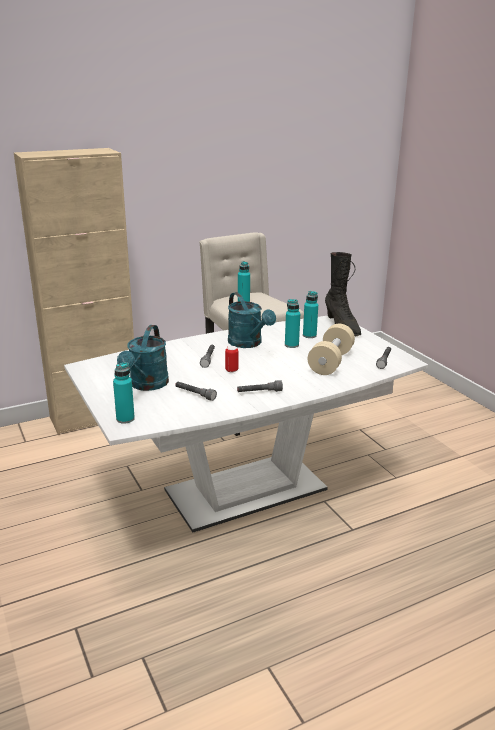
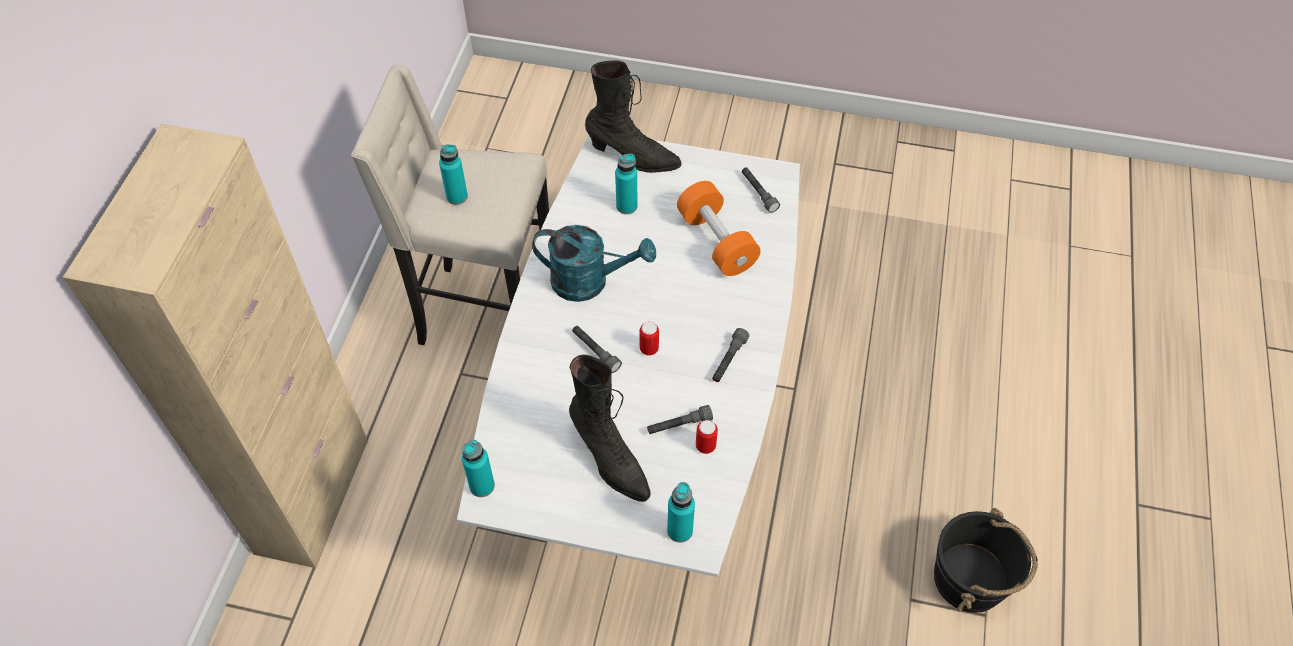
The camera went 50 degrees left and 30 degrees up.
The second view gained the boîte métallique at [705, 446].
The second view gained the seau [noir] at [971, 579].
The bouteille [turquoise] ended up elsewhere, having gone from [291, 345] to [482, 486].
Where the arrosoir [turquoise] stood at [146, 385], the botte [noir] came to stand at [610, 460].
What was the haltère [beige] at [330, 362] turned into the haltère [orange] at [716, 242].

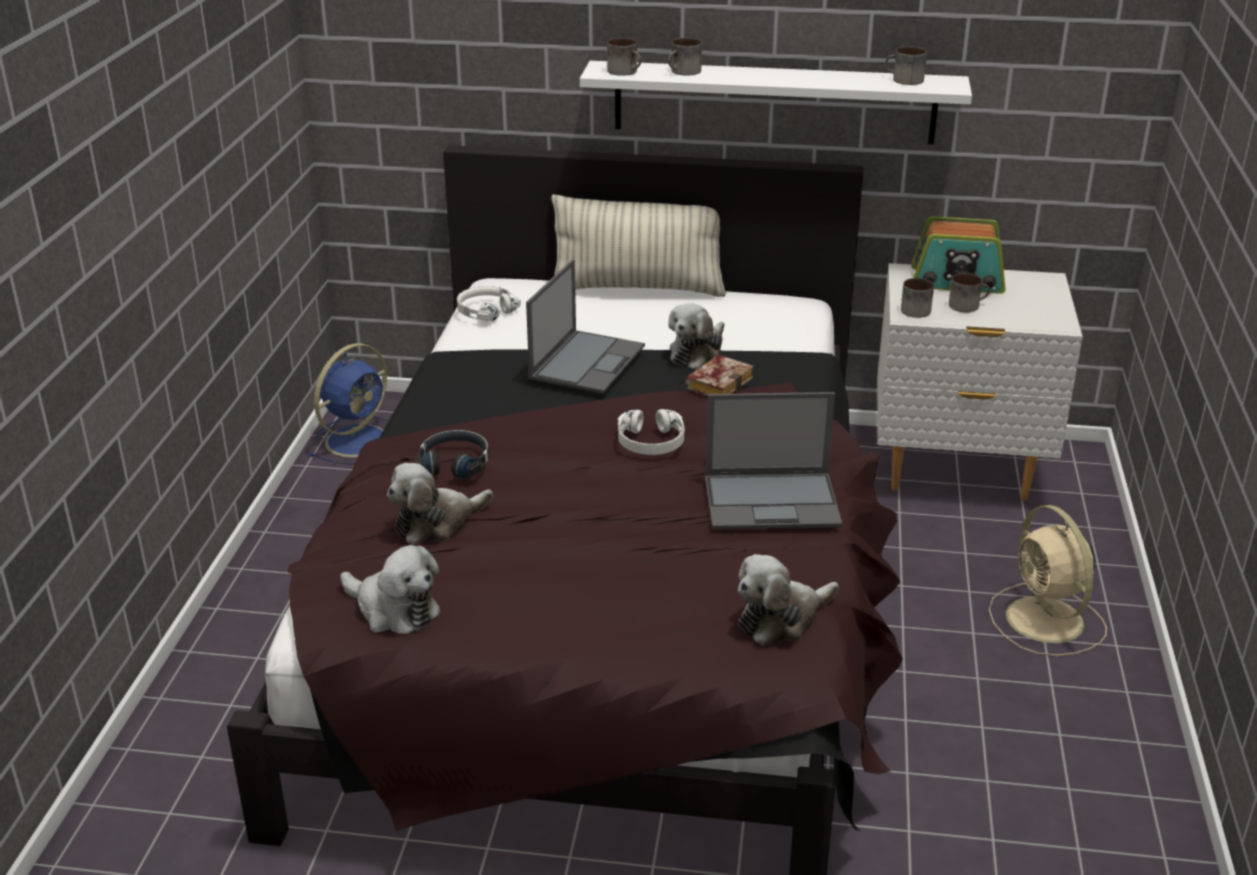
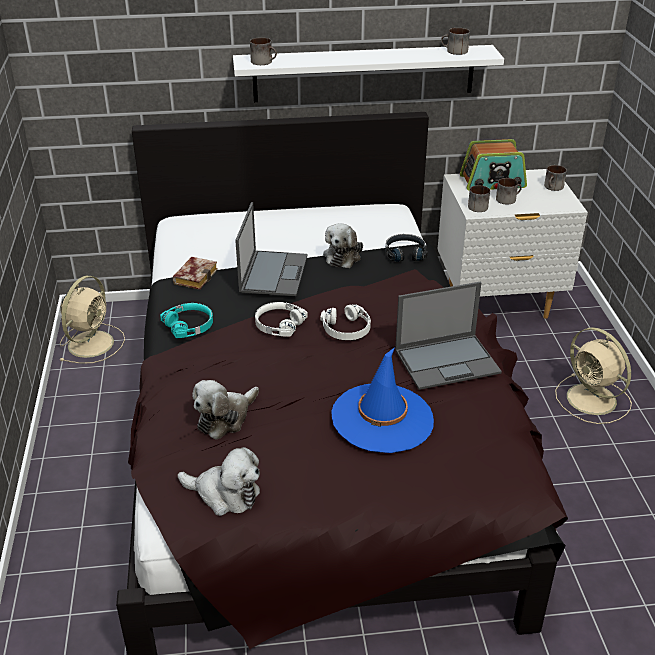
The camera went 15 degrees left and 5 degrees up.
The second view lost the coussin at [638, 289].
The second view lost the peluche at [781, 619].
The second view gained the casque audio [turquoise] at [189, 325].
The second view gained the chapeau [bleu] at [382, 418].
The casque audio [noir] ended up elsewhere, having gone from [455, 462] to [405, 253].
The casque audio [blanc] ended up elsewhere, having gone from [485, 311] to [279, 325].
The mug ended up elsewhere, having gone from [684, 72] to [553, 187].
The livre ended up elsewhere, having gone from [719, 382] to [195, 276].
What was the ventilateur [bleu] at [359, 440] turned into the ventilateur [beige] at [92, 343].

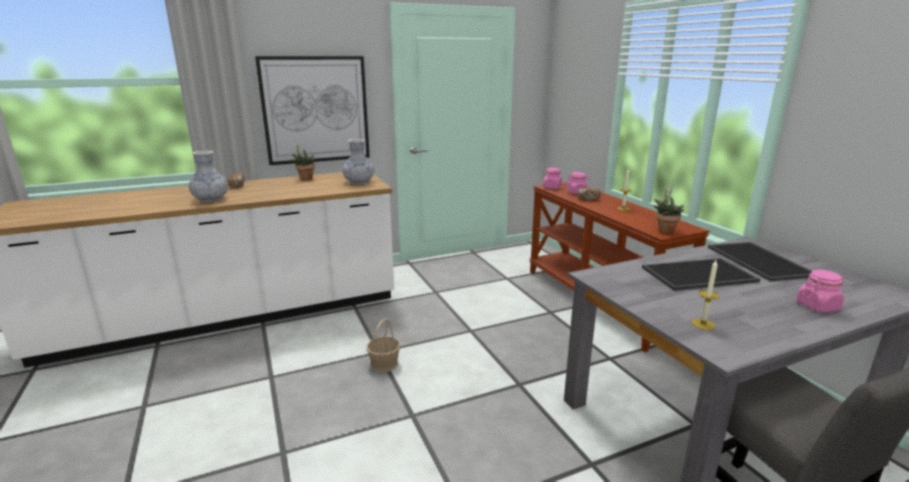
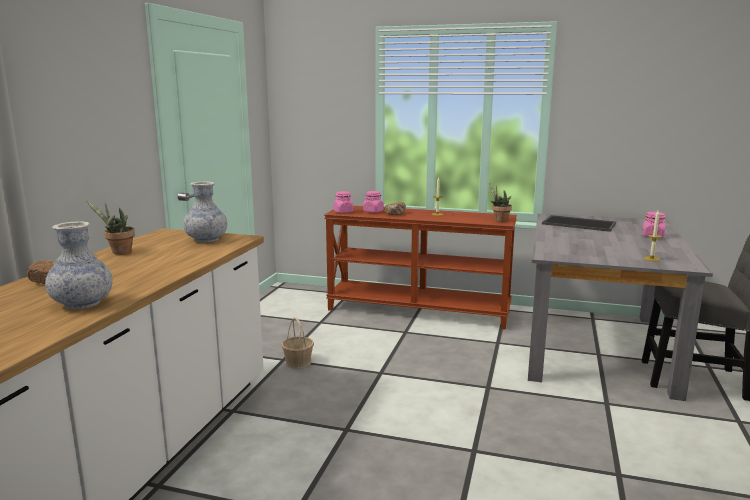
The camera went 50 degrees left and 5 degrees down.
The second view lost the tableau at [316, 110].
The second view lost the plateau at [698, 275].
The panier ended up elsewhere, having gone from [384, 364] to [298, 362].

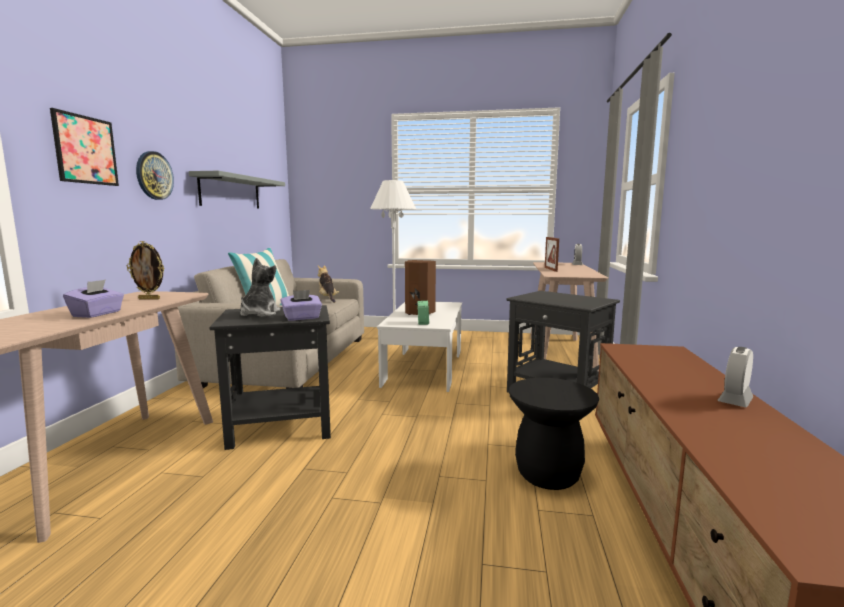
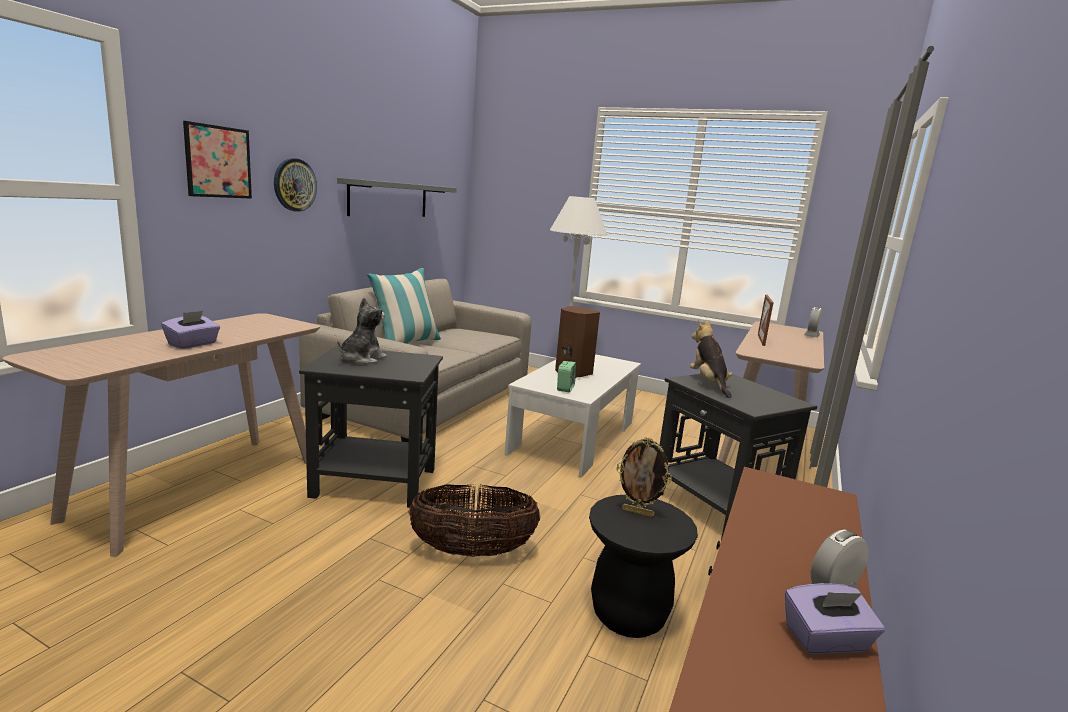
The camera went 15 degrees right and 5 degrees up.
The second view gained the panier at [472, 551].
The cadre photo ended up elsewhere, having gone from [149, 299] to [638, 512].
The boîte à mouchoirs [violet] ended up elsewhere, having gone from [302, 318] to [826, 640].
The peluche ended up elsewhere, having gone from [328, 299] to [708, 383].

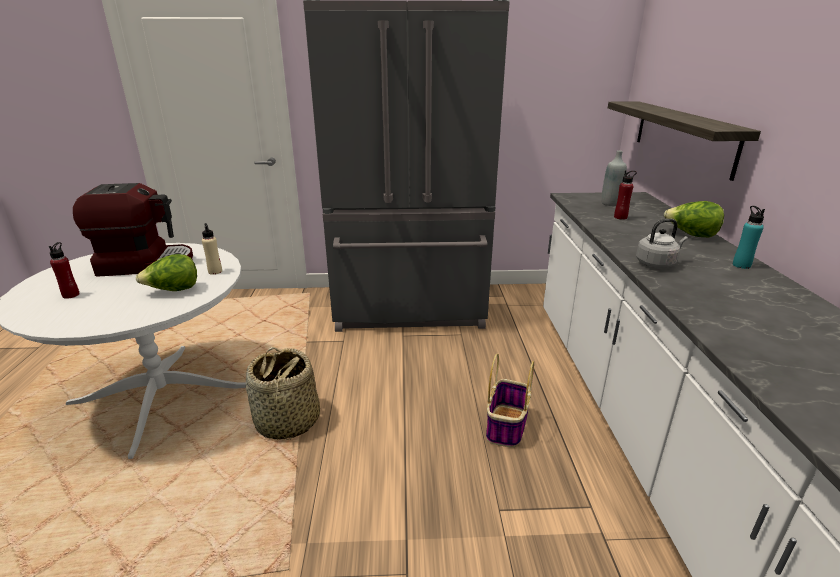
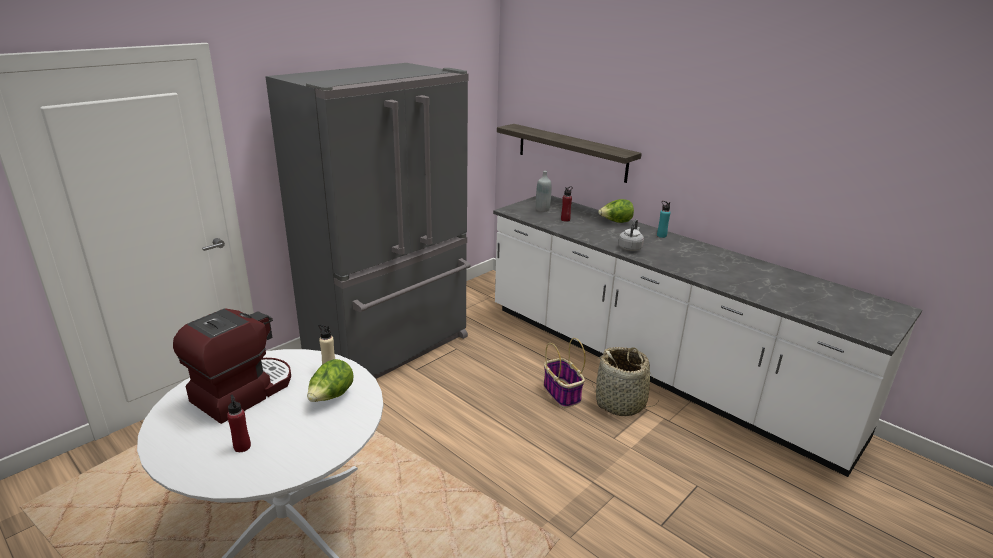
The camera went 45 degrees left and 0 degrees up.
The panier ended up elsewhere, having gone from [287, 421] to [620, 403].

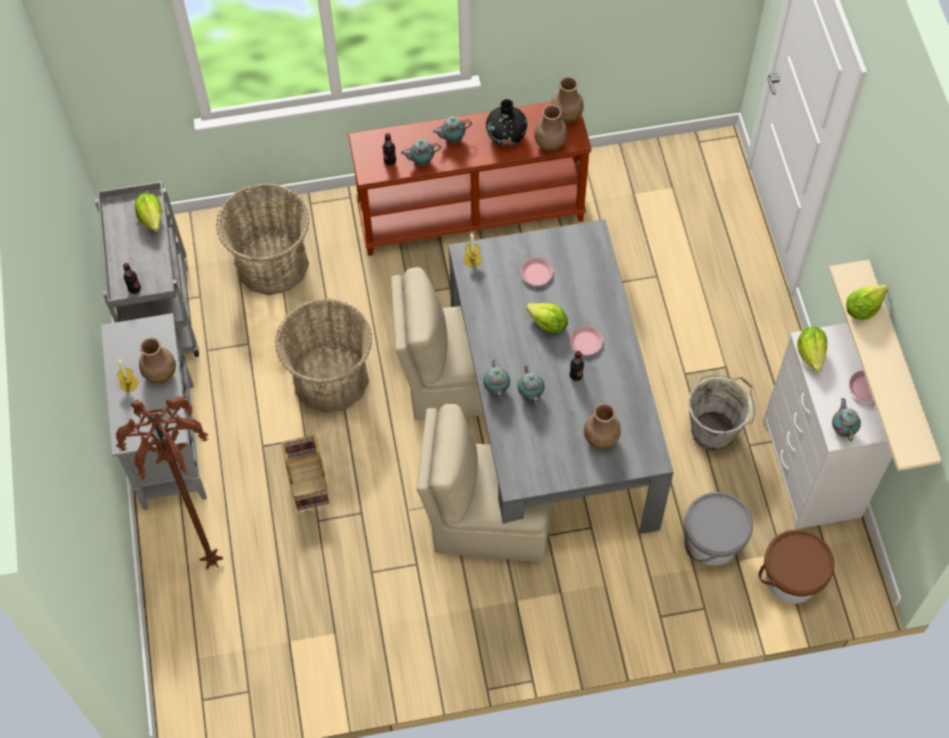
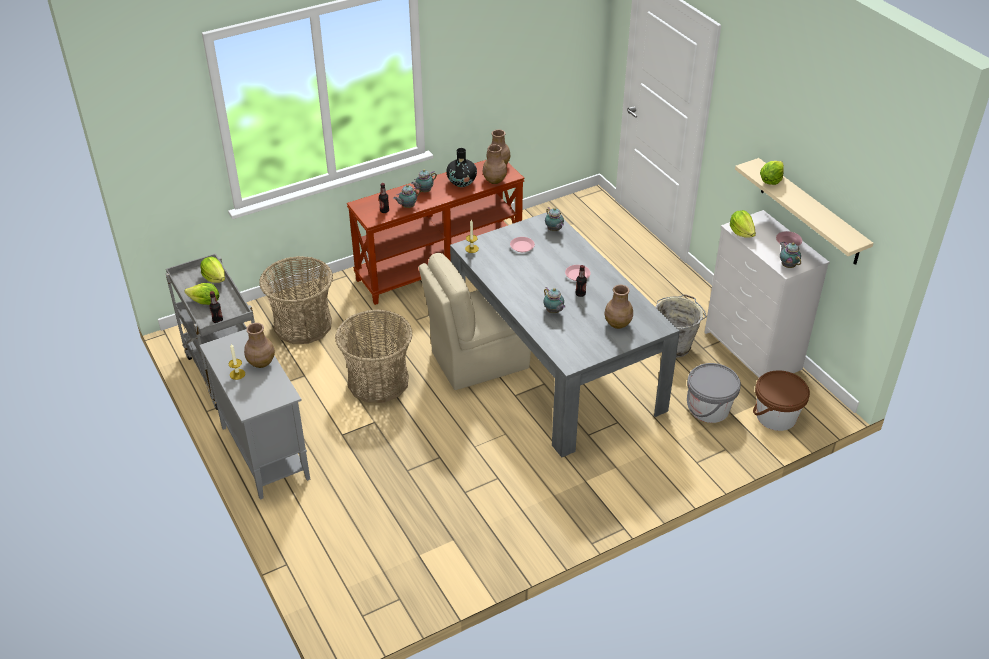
The camera went 20 degrees left and 20 degrees down.
The second view lost the lampadaire [marron] at [214, 563].
The second view lost the panier at [309, 481].
The second view lost the chaise [beige] at [488, 518].
The théière ended up elsewhere, having gone from [496, 390] to [554, 230].
The laitue ended up elsewhere, having gone from [548, 324] to [205, 302].

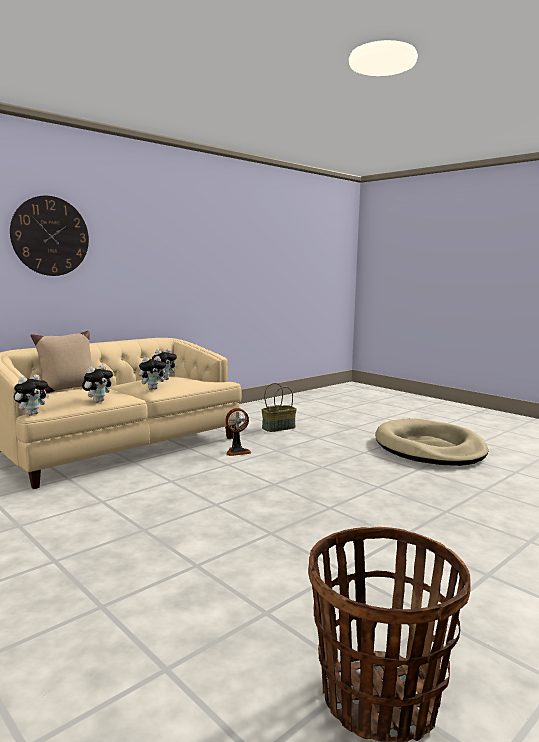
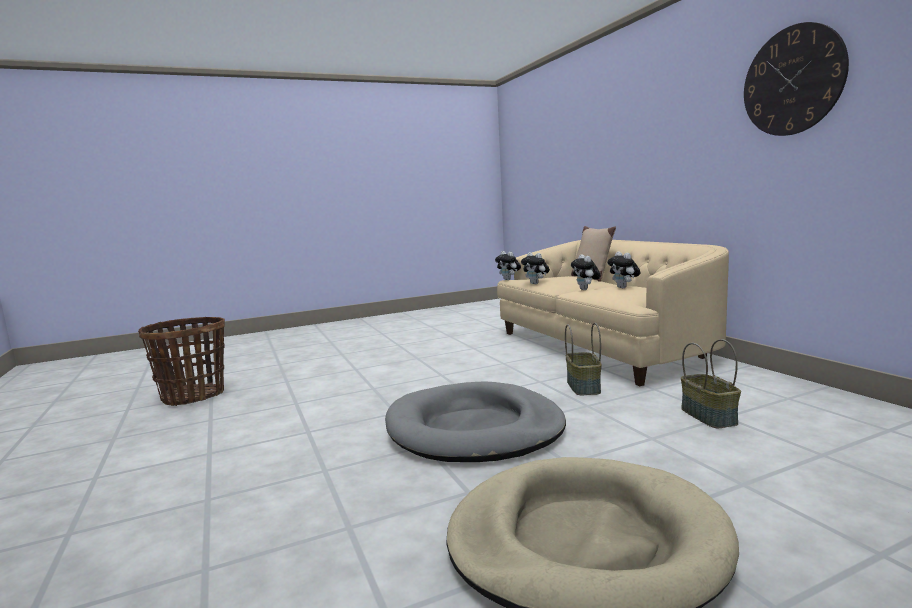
The camera went 110 degrees right and 0 degrees up.
The second view gained the panier pour chien [gris] at [474, 429].
The horloge murale ended up elsewhere, having gone from [50, 236] to [792, 81].
Where the ventilateur stood at [237, 451], the panier came to stand at [584, 387].

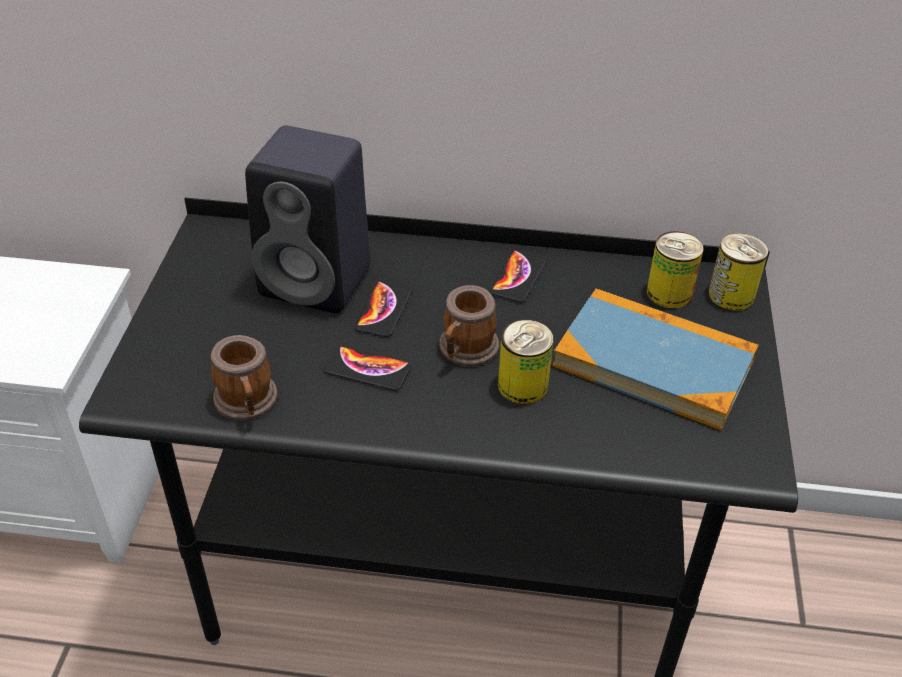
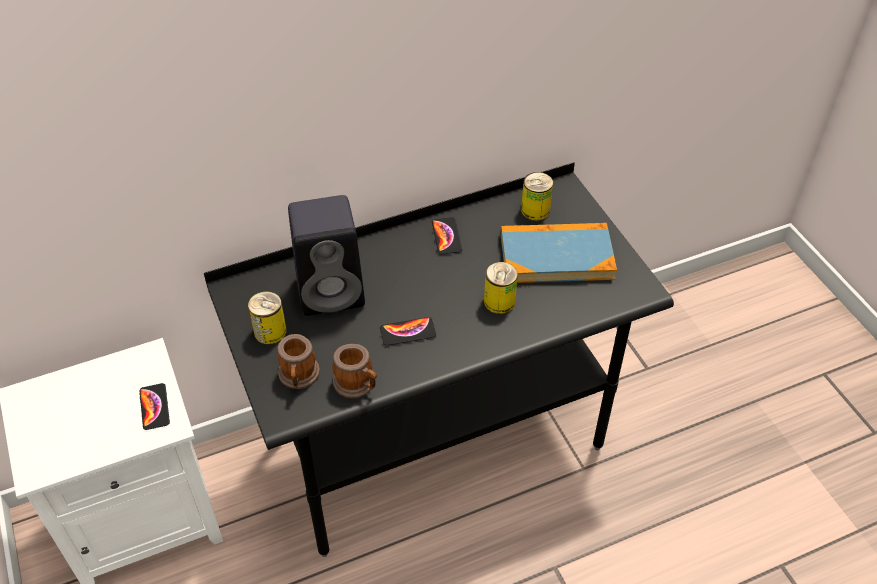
The camera went 30 degrees left and 5 degrees up.
The téléphone ended up elsewhere, having gone from [384, 309] to [154, 407].
The mug ended up elsewhere, having gone from [465, 351] to [299, 377].
The boîte métallique ended up elsewhere, having gone from [731, 295] to [270, 331].

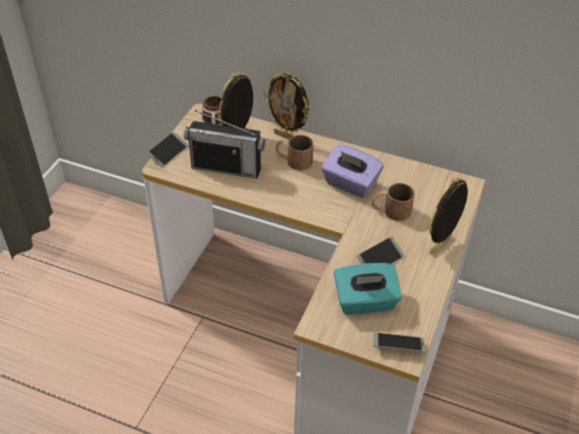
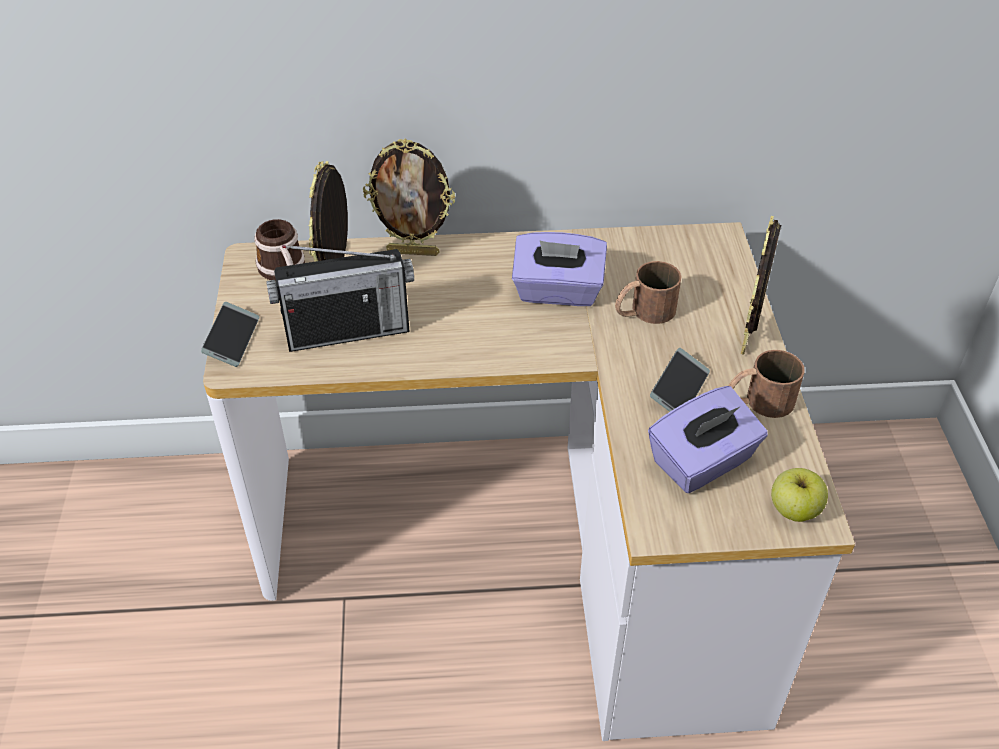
The camera went 25 degrees left and 0 degrees up.
The mug [marron] ended up elsewhere, having gone from [293, 160] to [758, 401].
Where the téléphone stood at [398, 345], the pomme came to stand at [794, 509].
What was the boîte à mouchoirs [turquoise] at [365, 302] turned into the boîte à mouchoirs [violet] at [702, 462].

